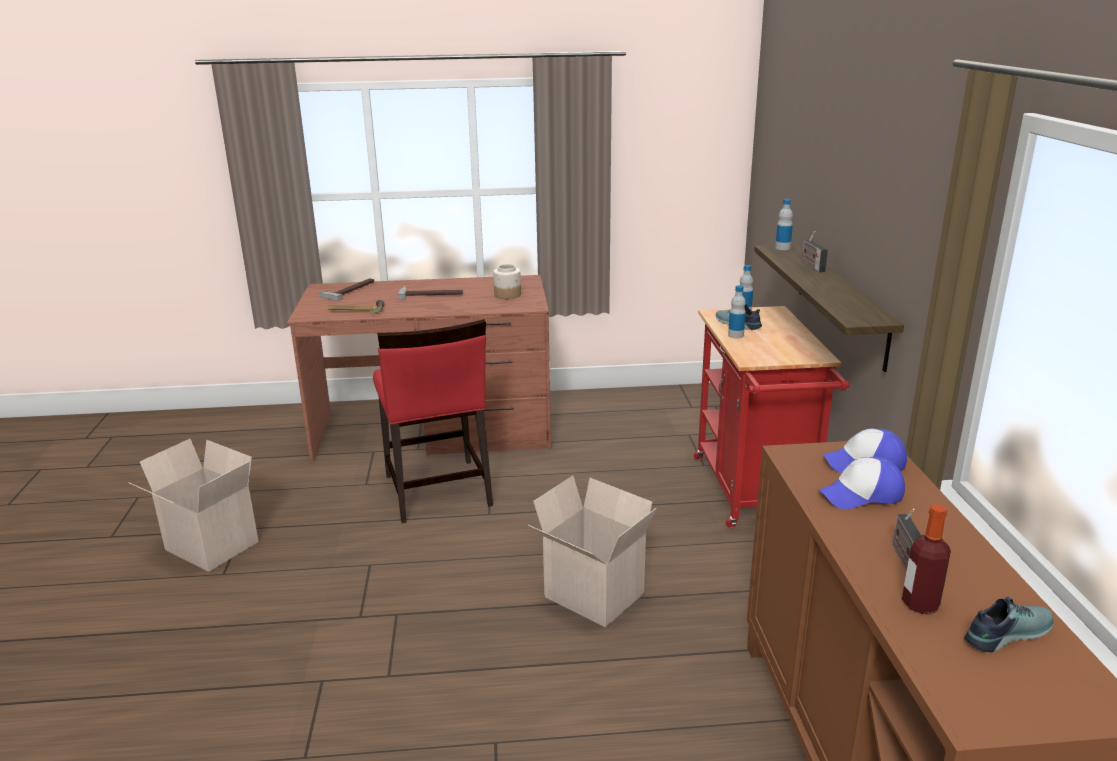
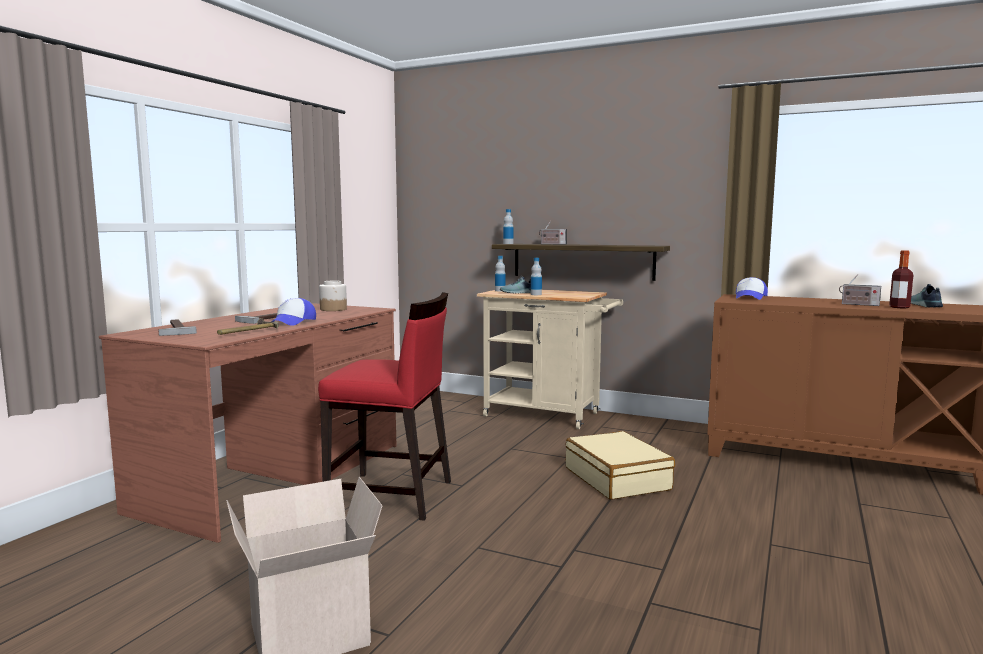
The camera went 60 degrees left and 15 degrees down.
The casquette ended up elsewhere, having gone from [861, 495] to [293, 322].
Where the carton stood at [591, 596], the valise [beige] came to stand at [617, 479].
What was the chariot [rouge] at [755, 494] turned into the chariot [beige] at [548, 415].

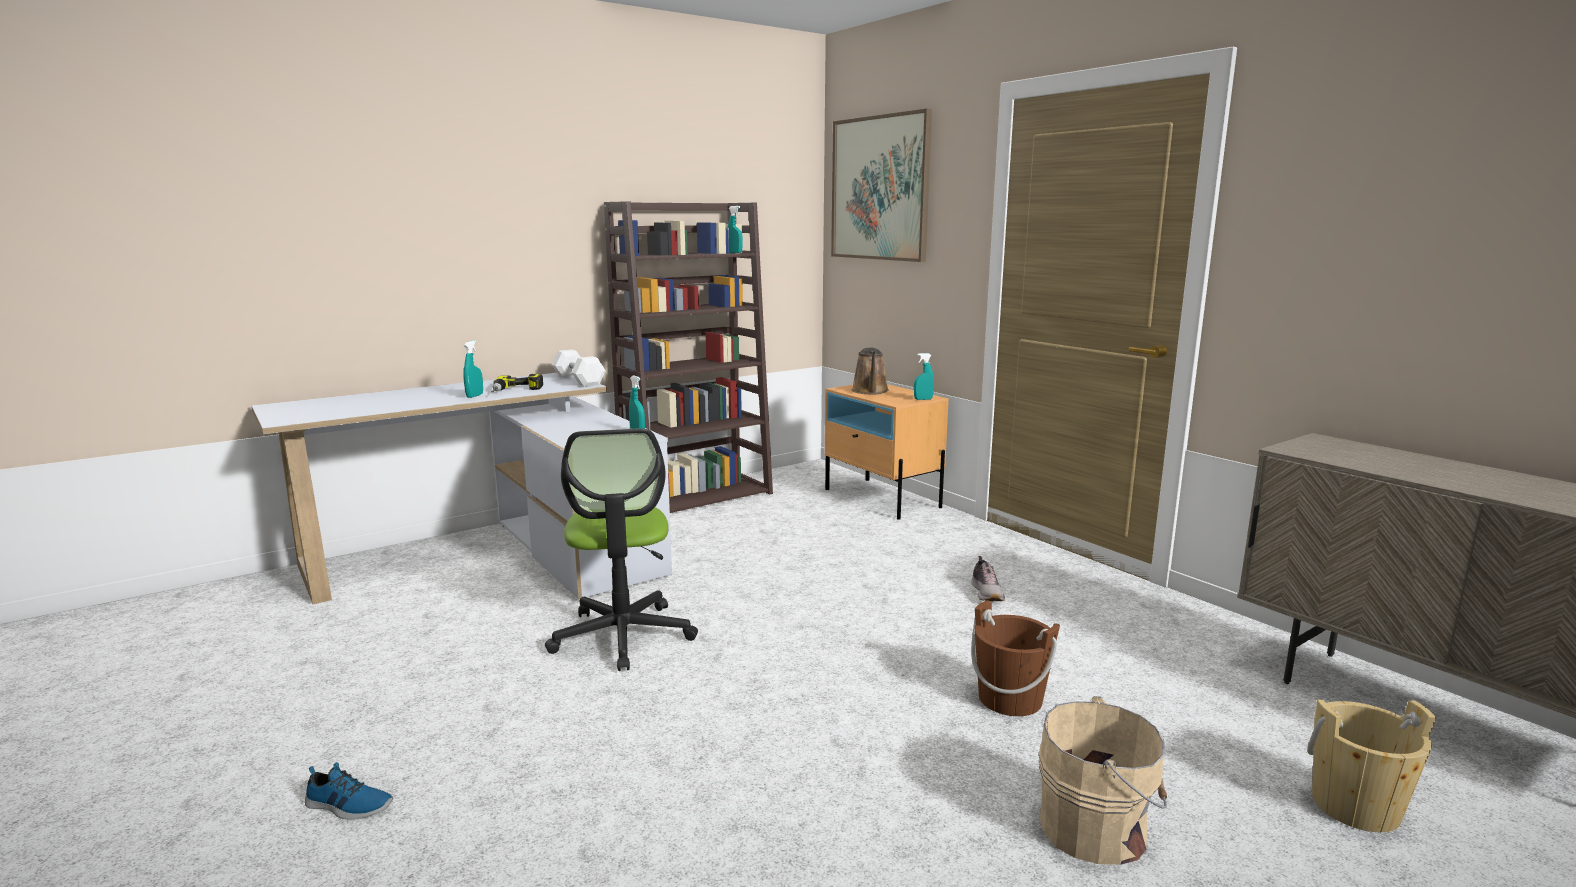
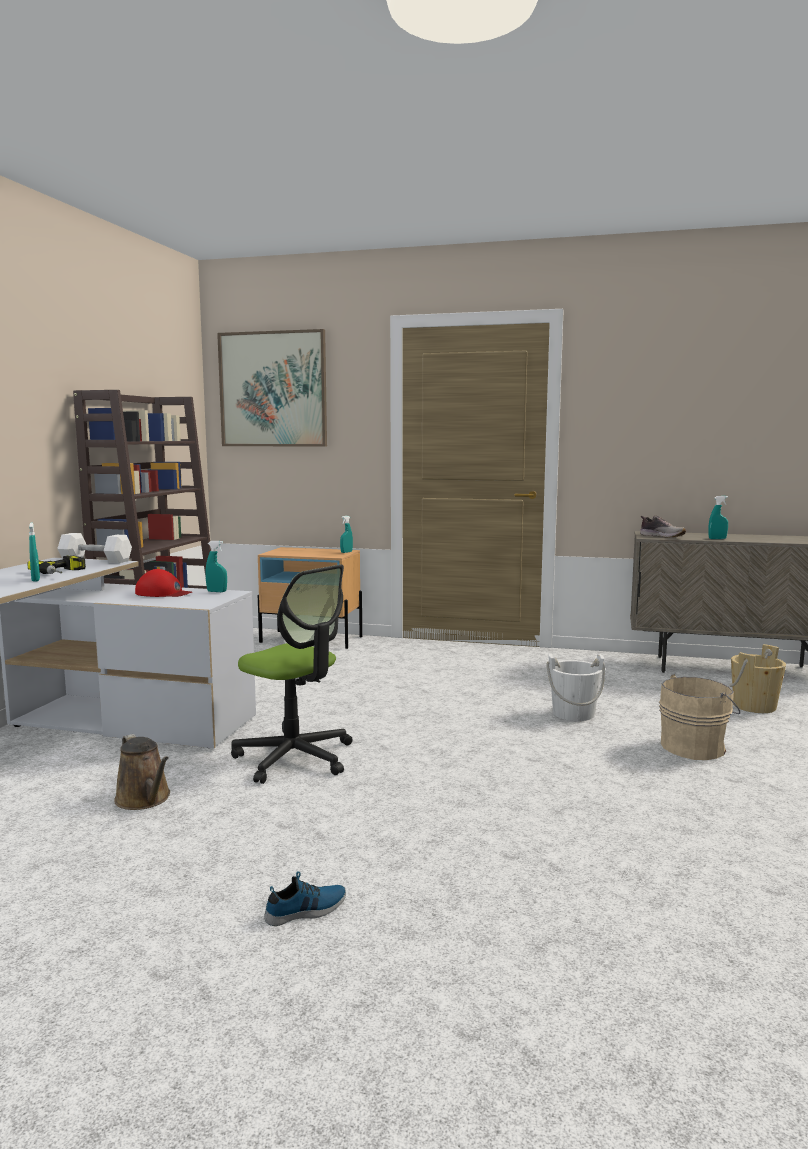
The camera went 40 degrees left and 5 degrees down.
The second view gained the casquette [rouge] at [163, 593].
The vaporisateur [turquoise] ended up elsewhere, having gone from [734, 252] to [717, 539].
The arrosoir [marron] ended up elsewhere, having gone from [870, 391] to [145, 799].
The chaussure ended up elsewhere, having gone from [987, 593] to [662, 536].
What was the seau [marron] at [1010, 699] turned into the seau [blanc] at [573, 714].

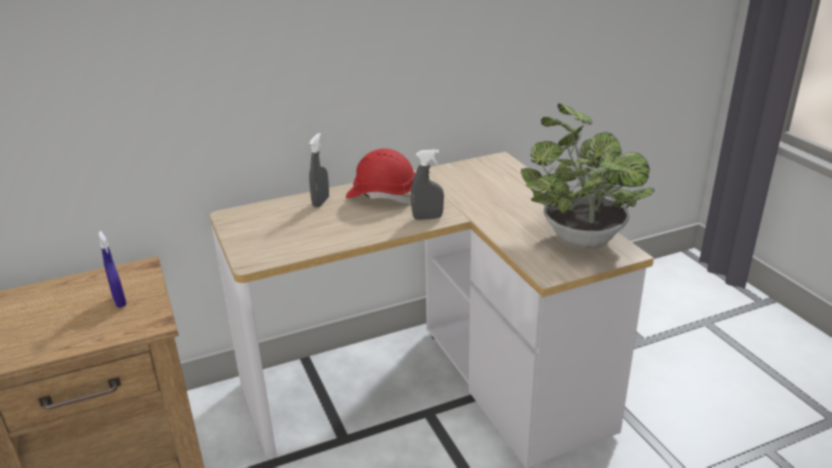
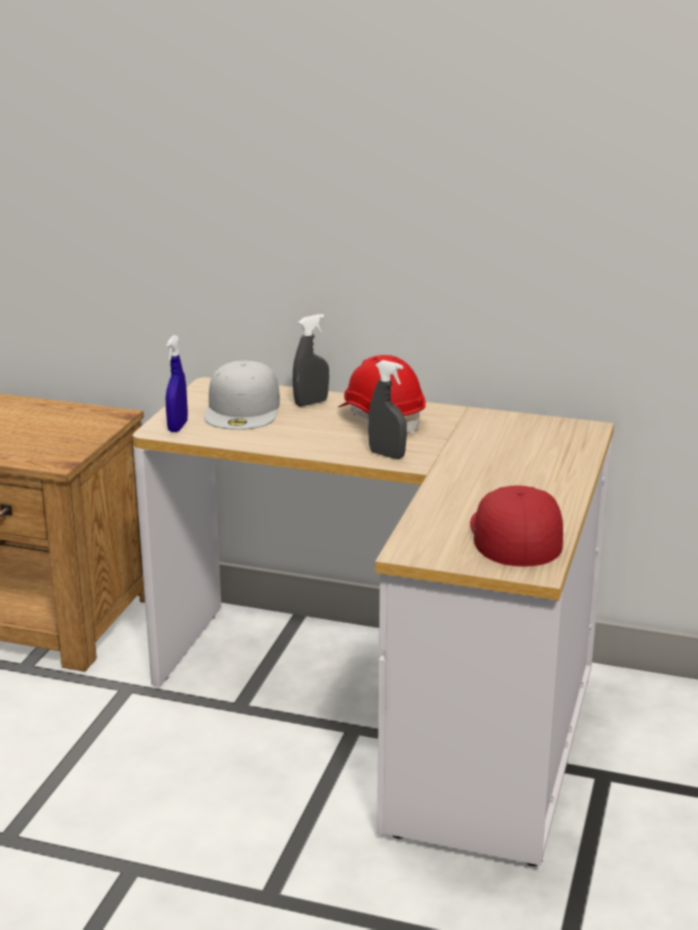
The camera went 40 degrees right and 5 degrees down.
The second view gained the casquette [blanc] at [244, 409].
The vaporisateur [bleu] ended up elsewhere, having gone from [119, 301] to [178, 427].
Where the plante en pot stood at [579, 237], the casquette [rouge] came to stand at [514, 534].

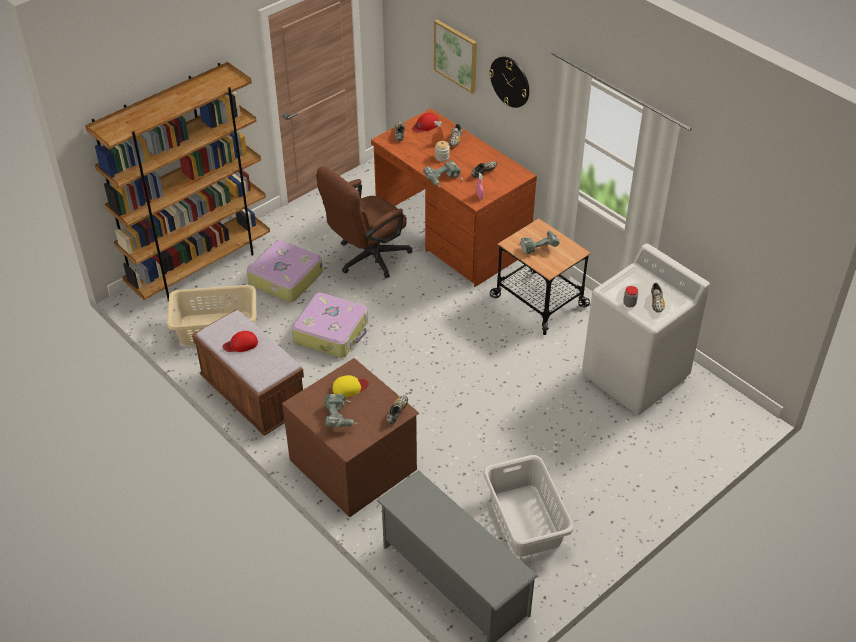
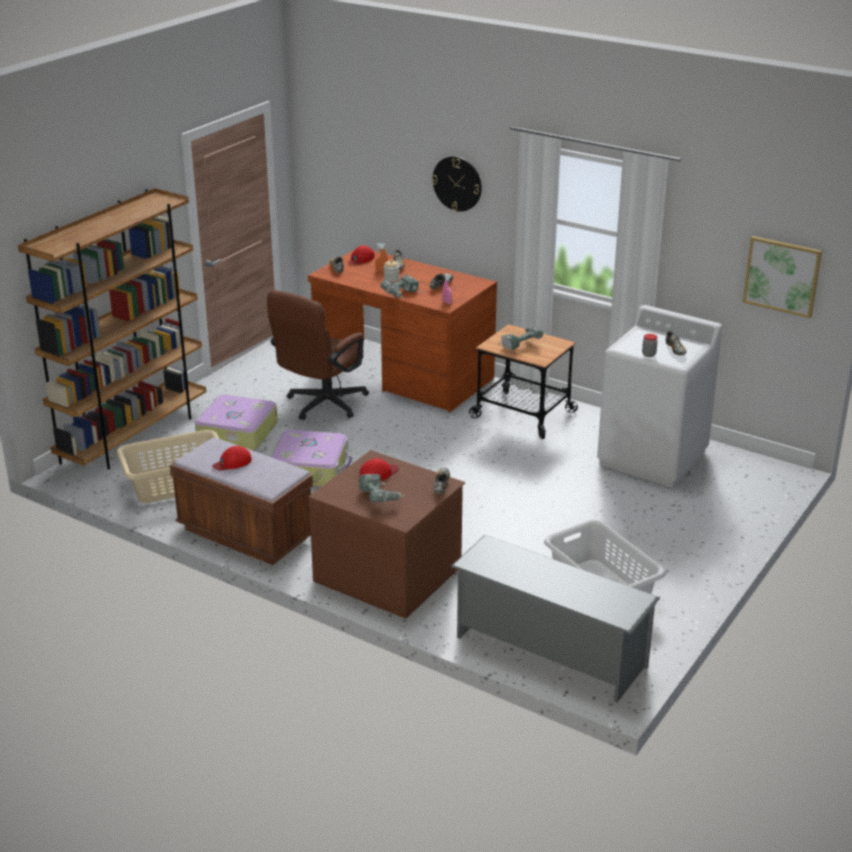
The camera went 15 degrees left and 15 degrees down.
The tableau ended up elsewhere, having gone from [456, 55] to [782, 276].
What was the casquette [jaune] at [349, 388] turned into the casquette [rouge] at [378, 473].

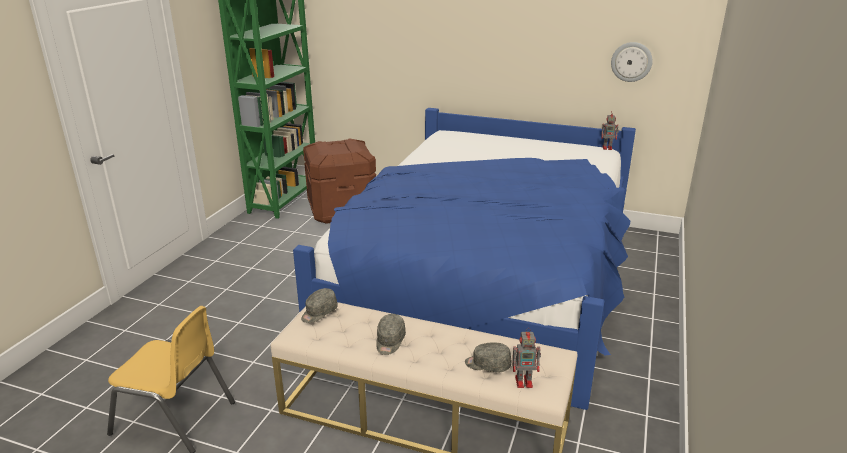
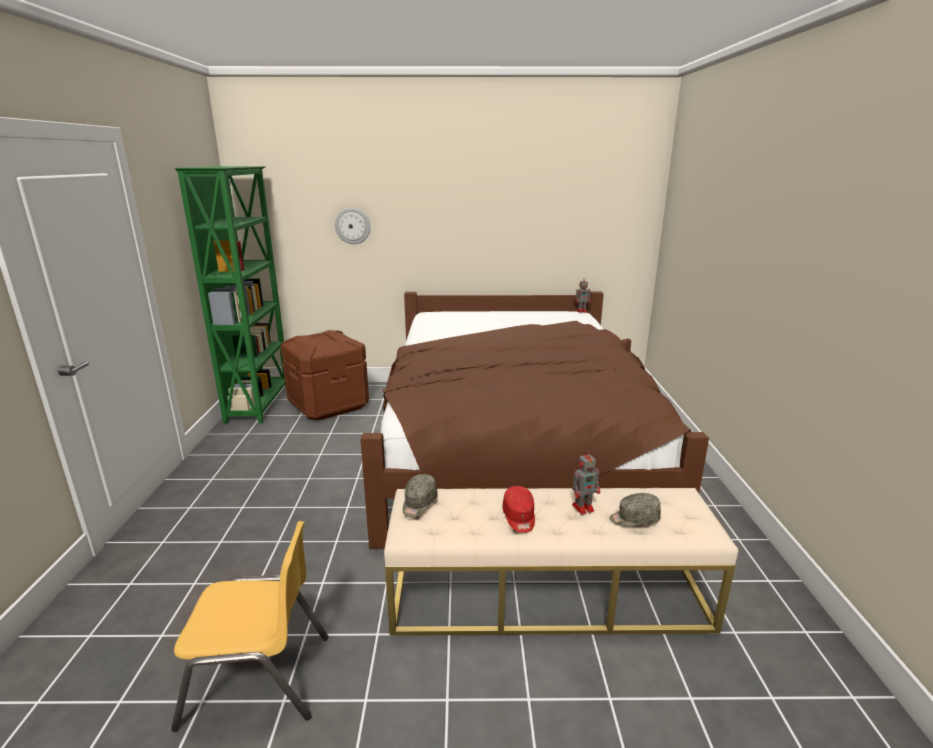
The camera went 20 degrees left and 5 degrees down.
The robot jouet ended up elsewhere, having gone from [525, 381] to [584, 507].
The horloge murale ended up elsewhere, having gone from [631, 62] to [352, 226].
What was the lit [bleu] at [487, 278] turned into the lit [marron] at [513, 444].
What was the casquette [gris] at [390, 341] turned into the casquette [rouge] at [519, 517].

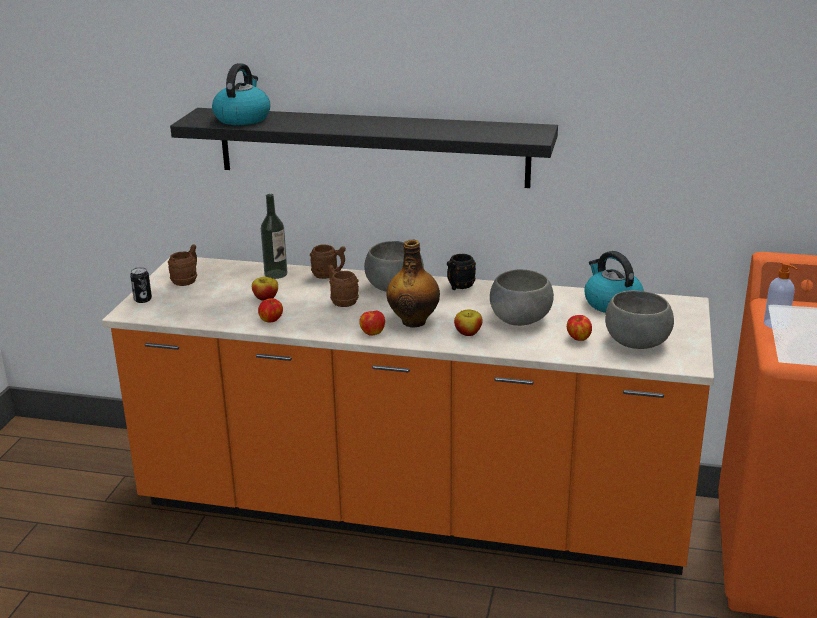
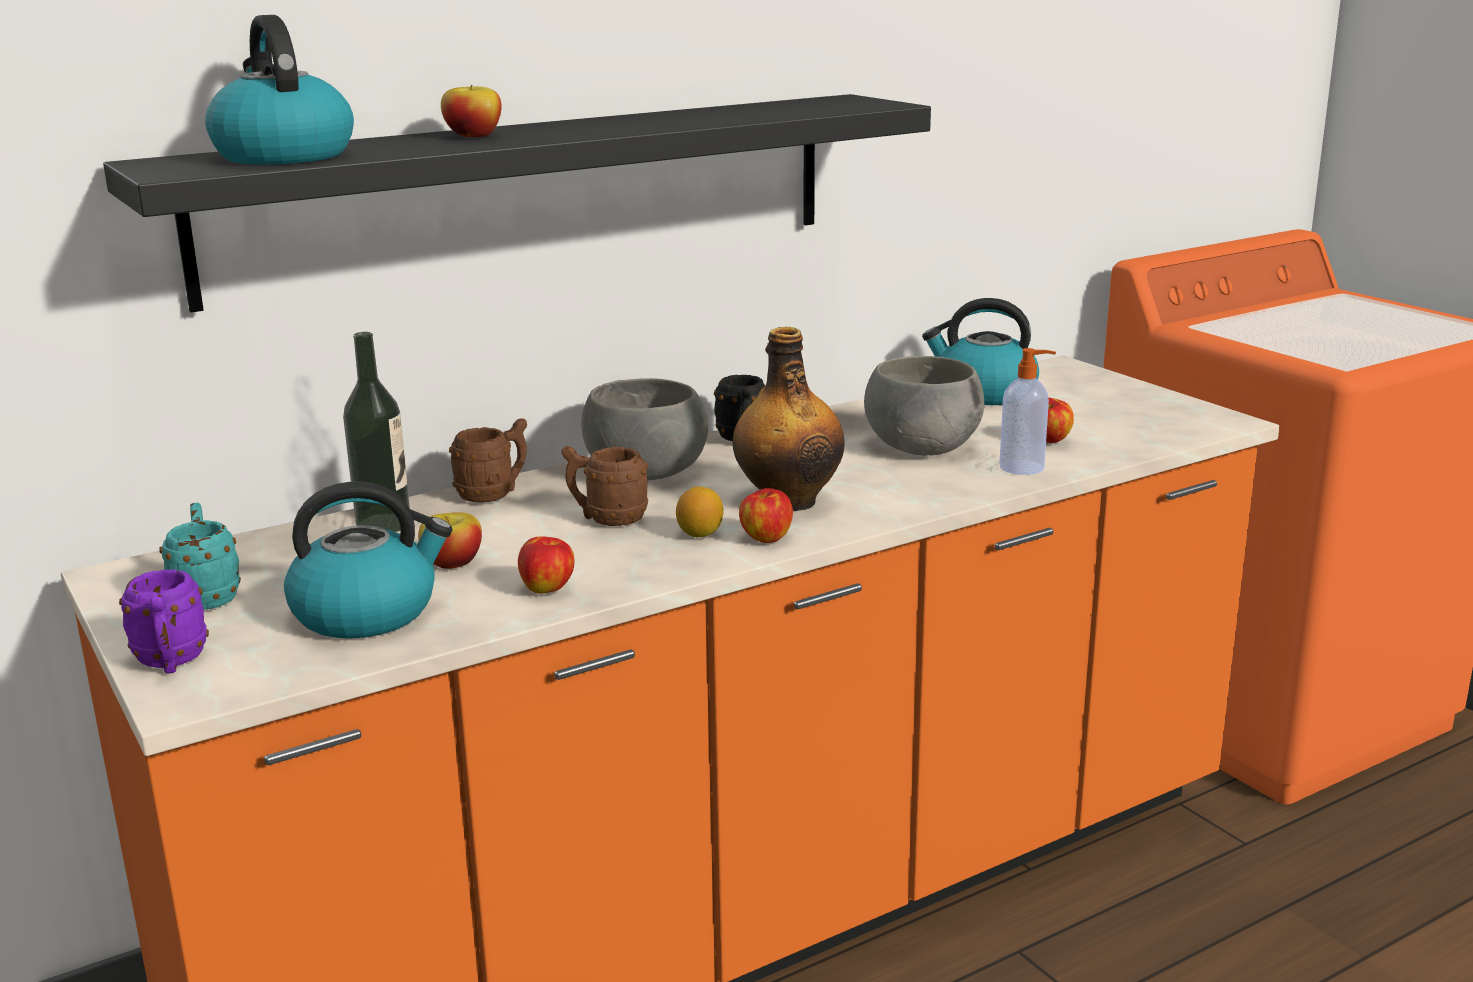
The camera went 45 degrees left and 5 degrees down.
The second view lost the bol [gris] at [637, 342].
The second view gained the bouilloire at [367, 612].
The second view gained the citron at [700, 534].
The pomme ended up elsewhere, having gone from [468, 333] to [473, 136].
The distributeur de savon ended up elsewhere, having gone from [776, 324] to [1023, 468].
Where the boîte métallique stood at [143, 299], the mug [violet] came to stand at [171, 662].
What was the mug [marron] at [187, 280] turned into the mug [turquoise] at [207, 596].

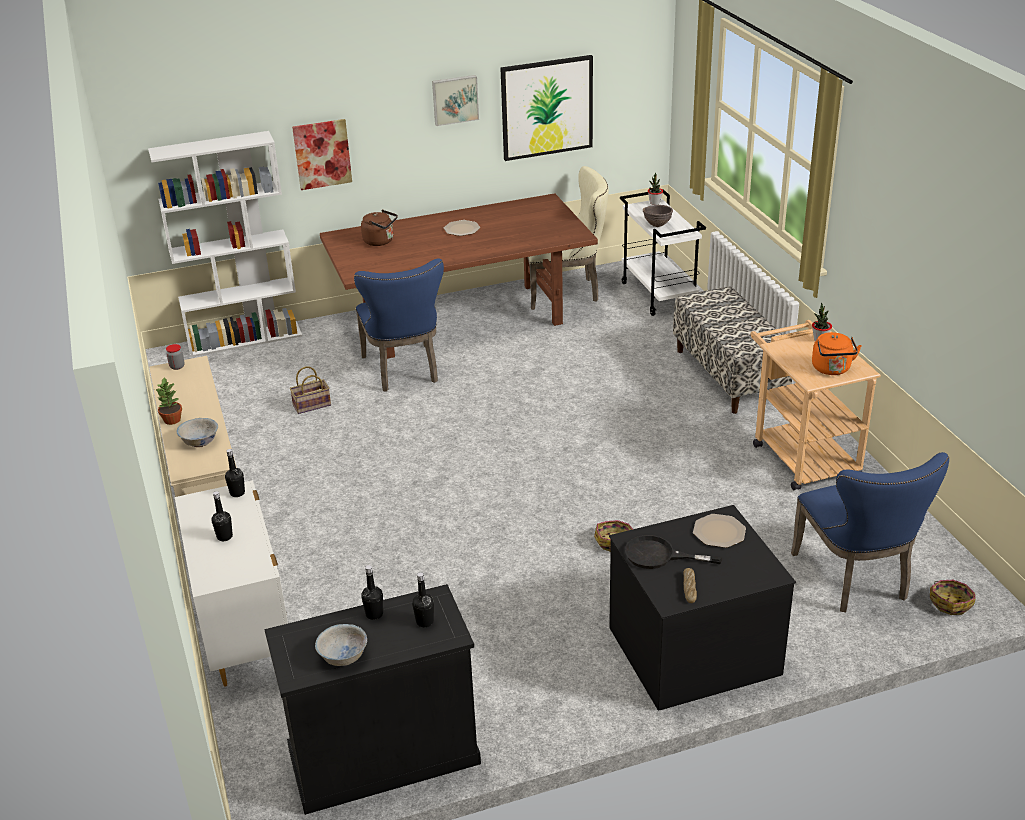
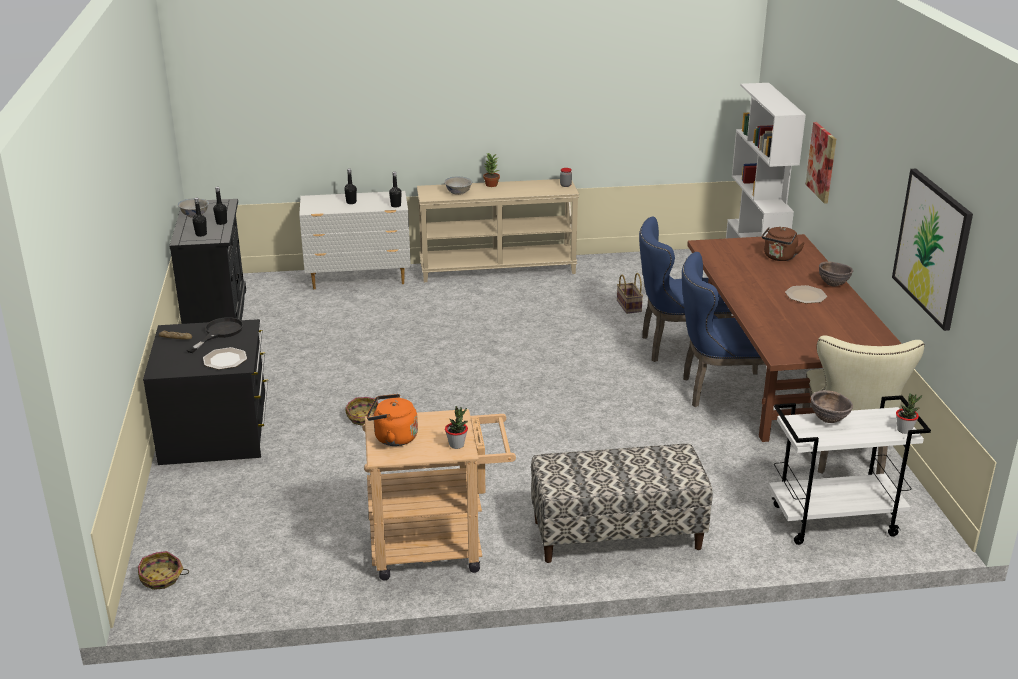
The camera went 100 degrees right and 5 degrees down.
The second view lost the tableau at [455, 99].
The second view gained the bol [marron] at [833, 285].
The chaise [bleu] ended up elsewhere, having gone from [856, 580] to [719, 391].

